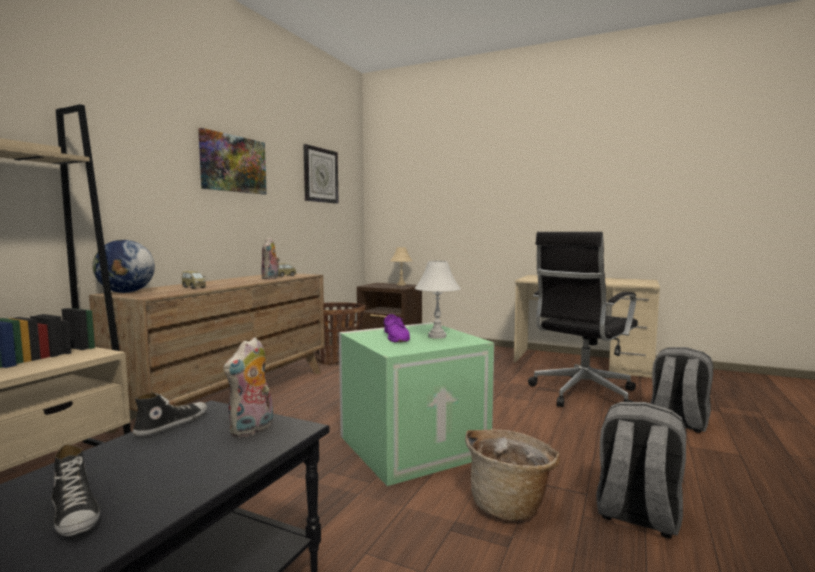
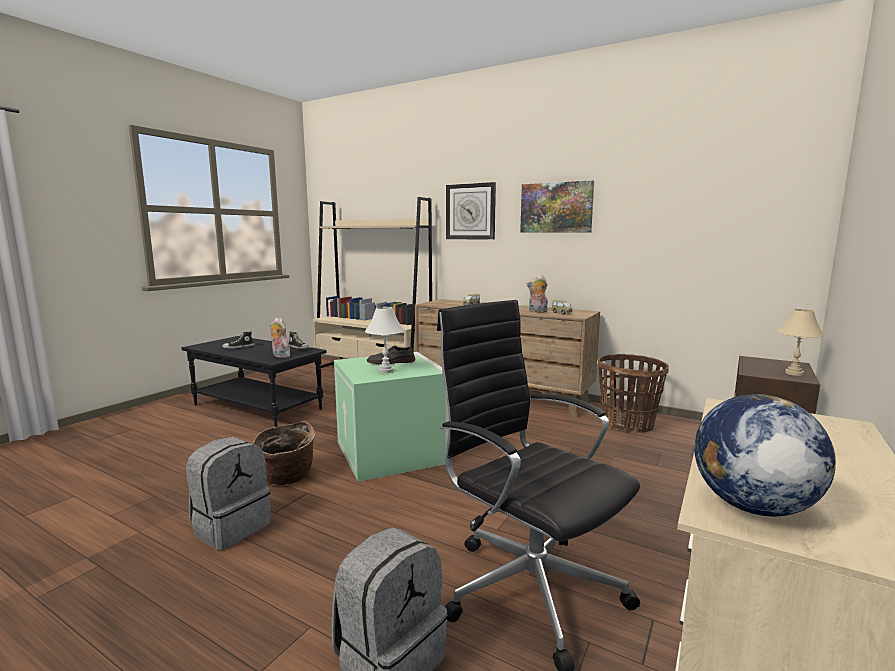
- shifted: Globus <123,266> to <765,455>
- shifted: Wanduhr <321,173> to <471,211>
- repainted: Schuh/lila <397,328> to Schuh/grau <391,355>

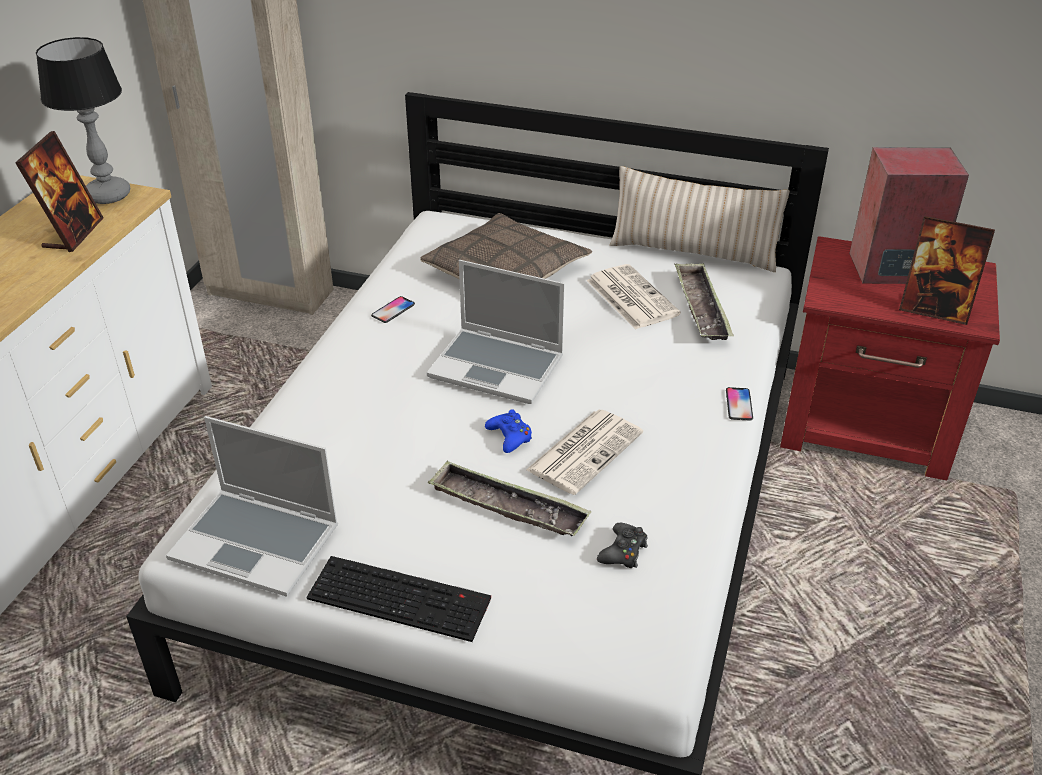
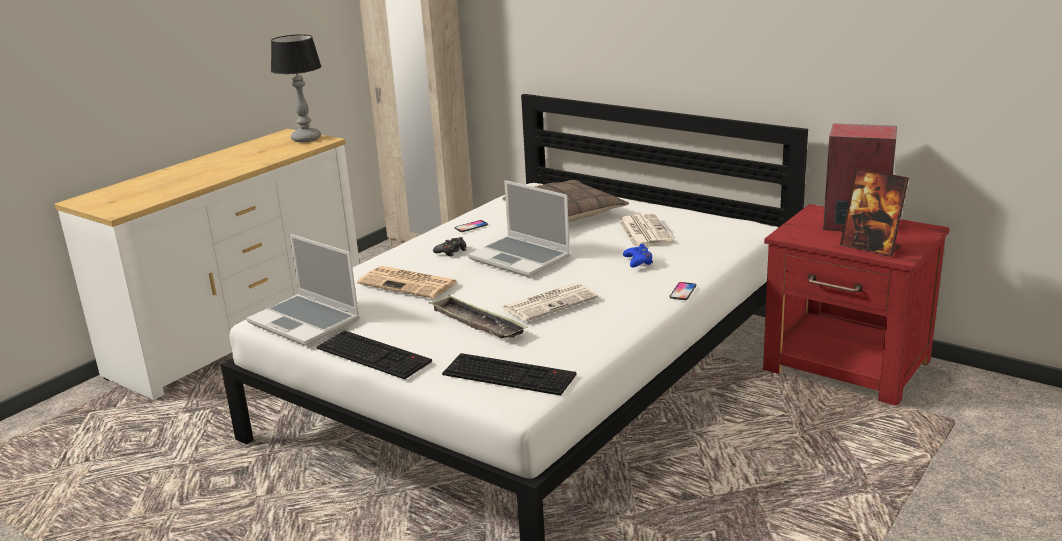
- gone: Bilderrahmen <59,191>
- shifted: Gamepad/blau <508,431> to <638,255>
- shifted: Gamepad/schwarz <622,545> to <449,247>
- gone: Kissen/beige <700,219>
- gone: Tablett <704,301>
- new: Zeitung <407,282>
- new: Tastatur <509,374>

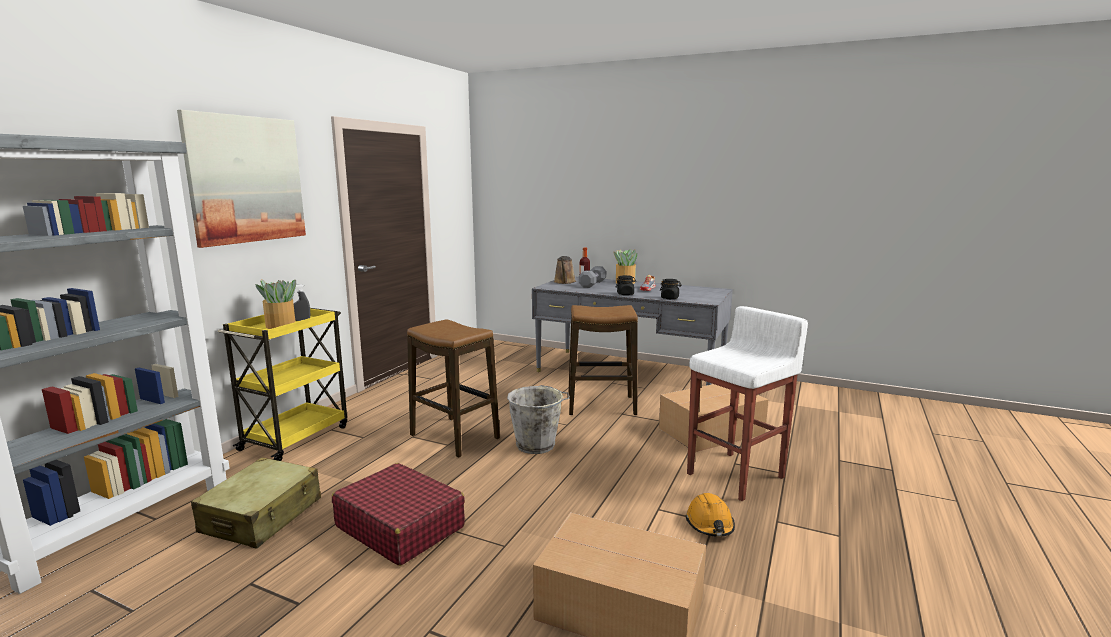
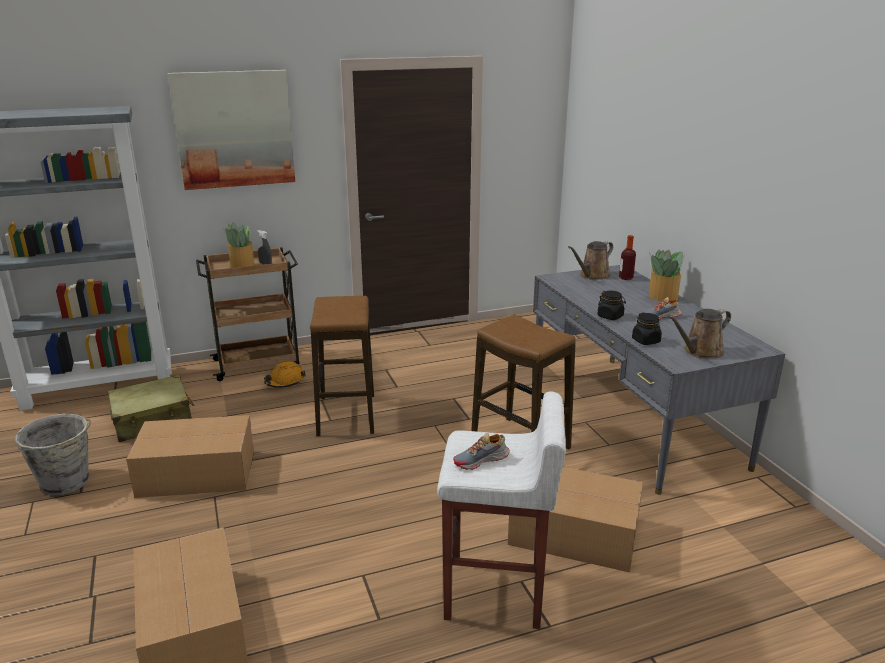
- repainted: Rollwagen/gelb <282,384> to Rollwagen/braun <248,314>
- swapped: Koffer/rot <398,514> to Karton <190,456>
- shifted: Eimer/grau <538,419> to <53,455>
- gone: Hantel/grau <592,277>
- shifted: Schutzhelm/orange <710,515> to <285,375>
- new: Schuh <481,451>
- new: Gießkanne/braun <699,333>

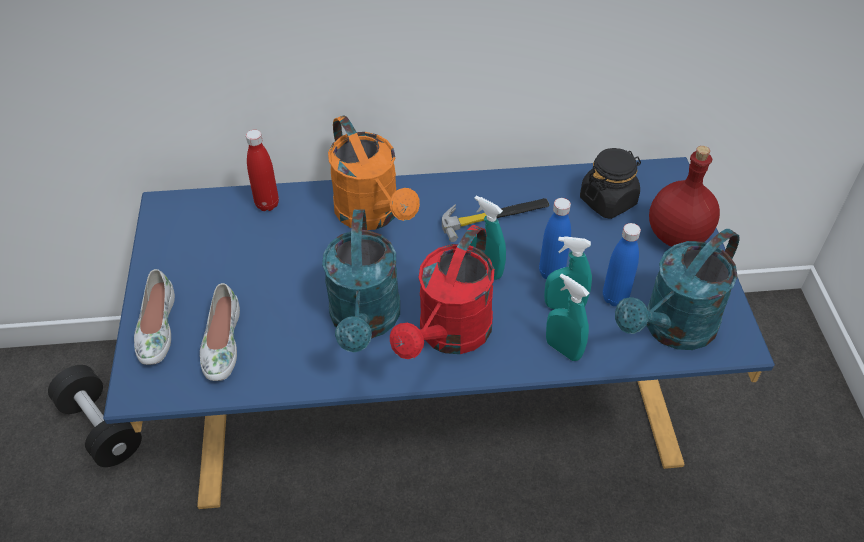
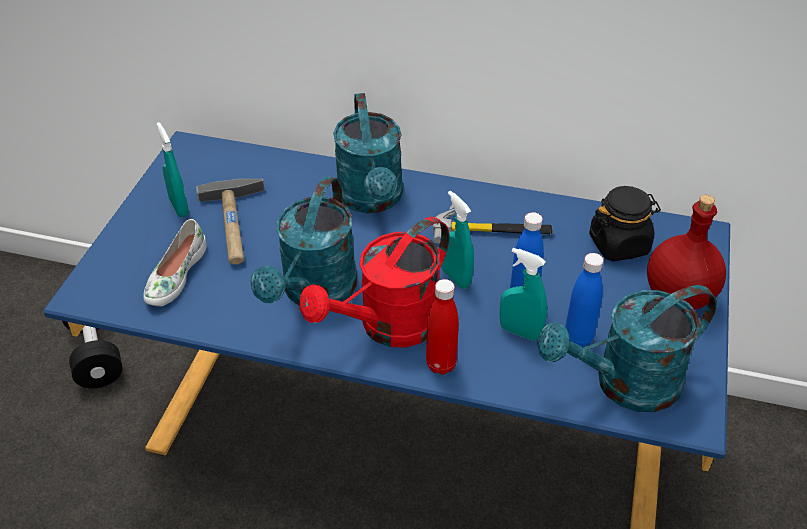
- gone: Schuh/weiß <154,317>
- shifted: Flasche/rot <262,170> to <442,327>
- repainted: Gießkanne/orange <374,173> to Gießkanne/türkis <368,153>
- shifted: Sprühflasche/türkis <567,317> to <173,169>
- new: Hammer <230,222>

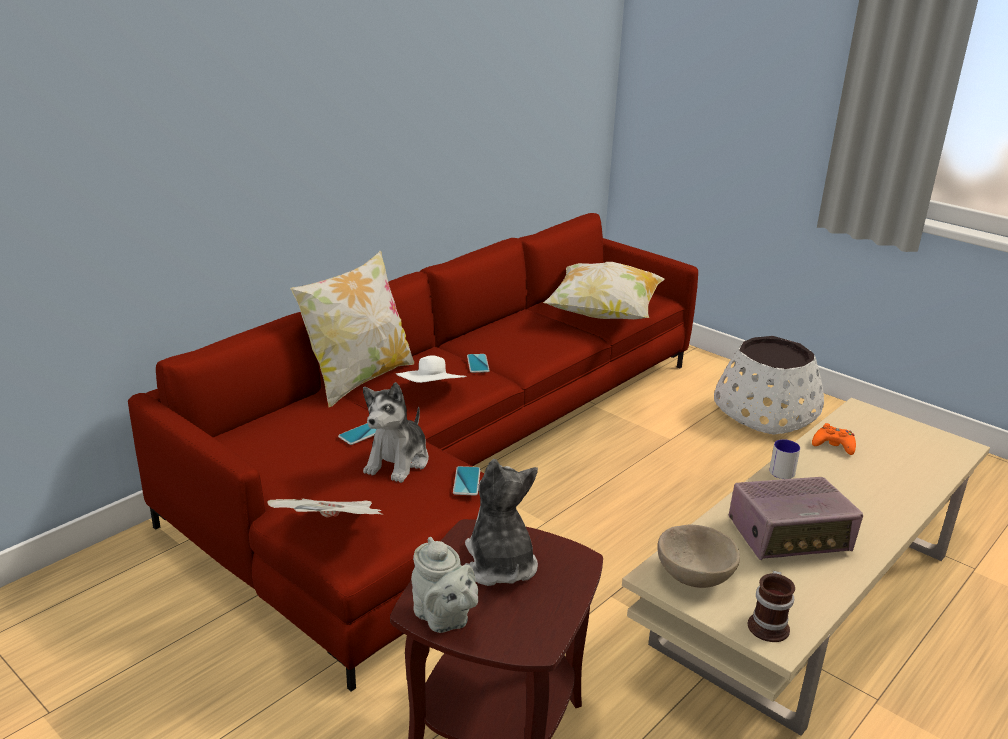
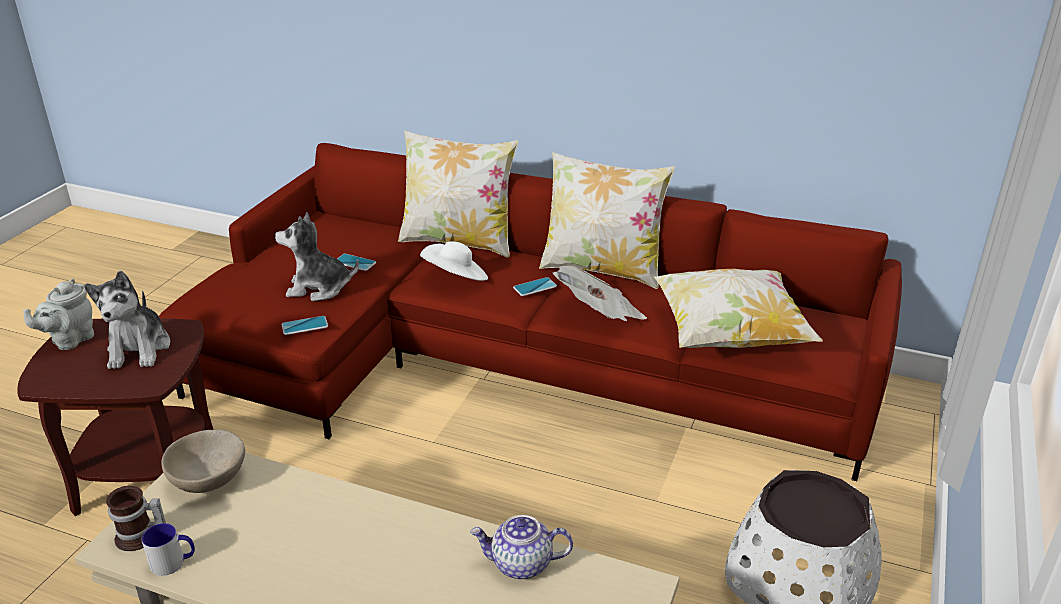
- shifted: Zeitung <324,508> to <600,293>
- rotated: Plüschtier <501,522> = <127,319> 120 degrees clockwise
- gone: Radio <796,518>
- shifted: Henkelbecher <784,459> to <168,549>
- swapped: Gamepad/orange <834,439> to Teekanne <521,547>
- new: Kissen <607,220>

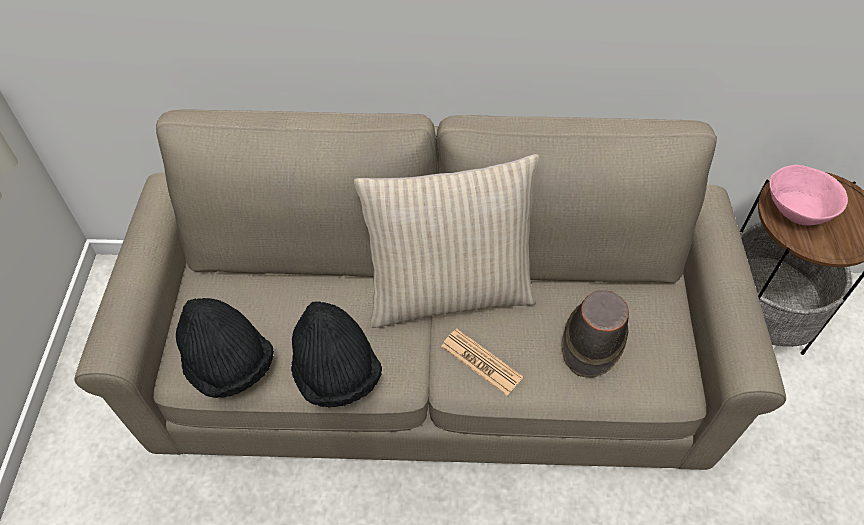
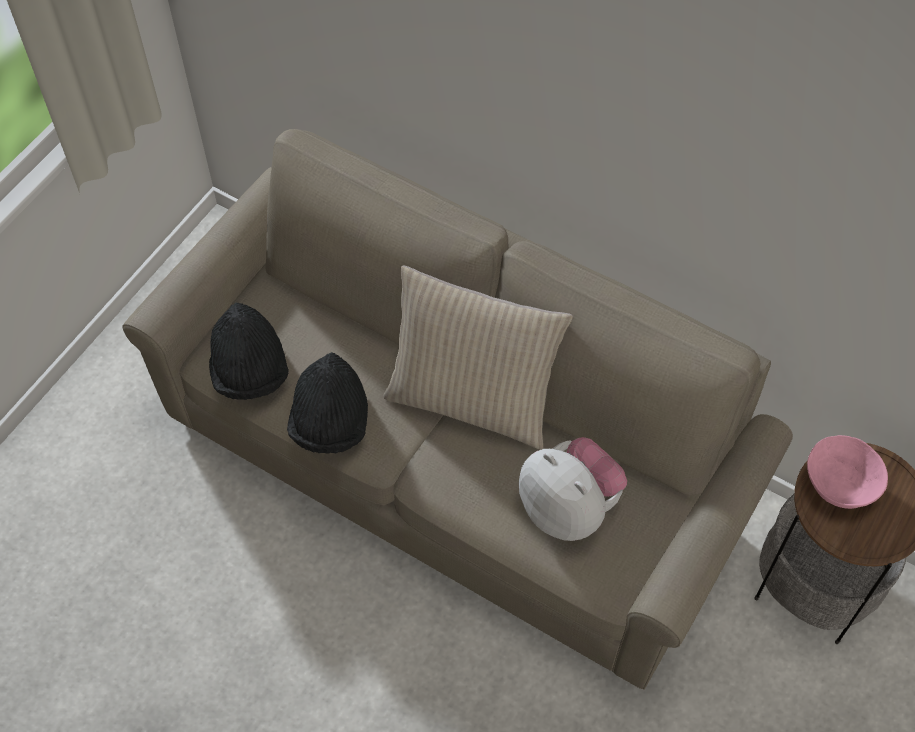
- gone: Zeitung <482,362>
- swapped: Hut/braun <595,334> to Plüschtier <573,489>

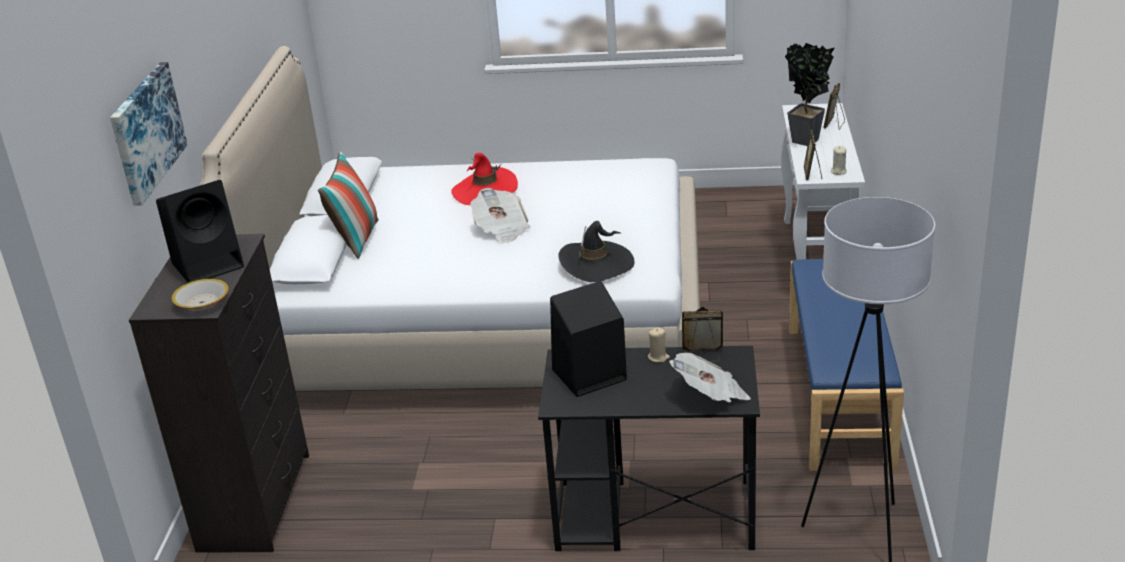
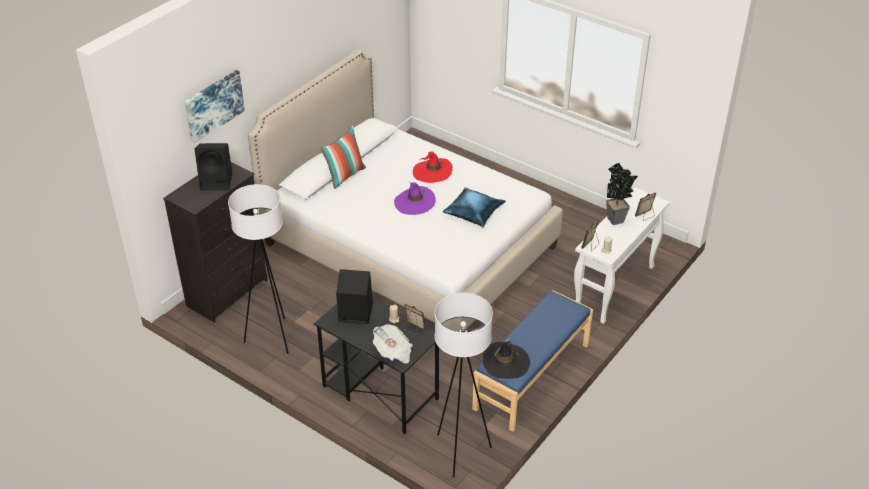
- gone: Schüssel <200,295>
- swapped: Zeitung <500,215> to Hut/lila <415,198>
- shifted: Hut/schwarz <596,251> to <506,358>
- new: Stehlampe/weiß <258,269>
- new: Kissen/blau <474,207>

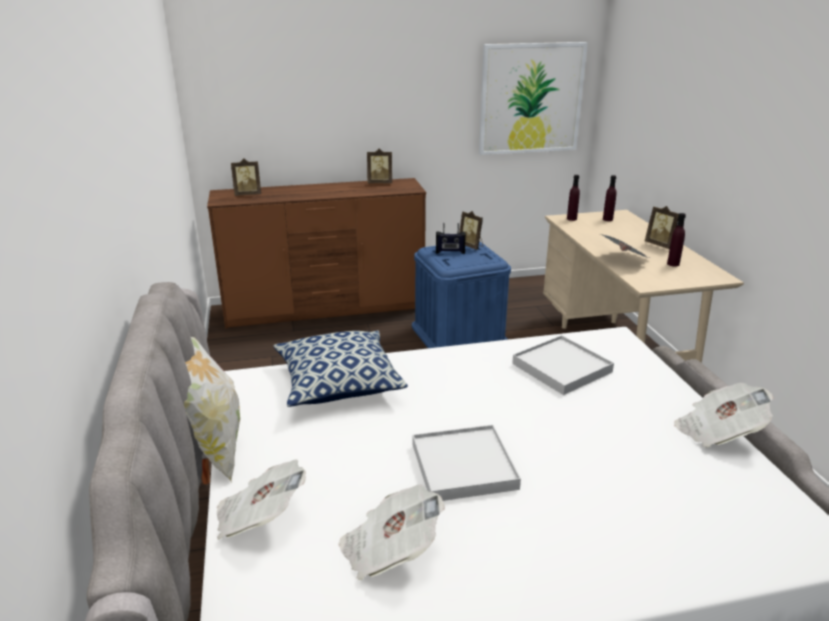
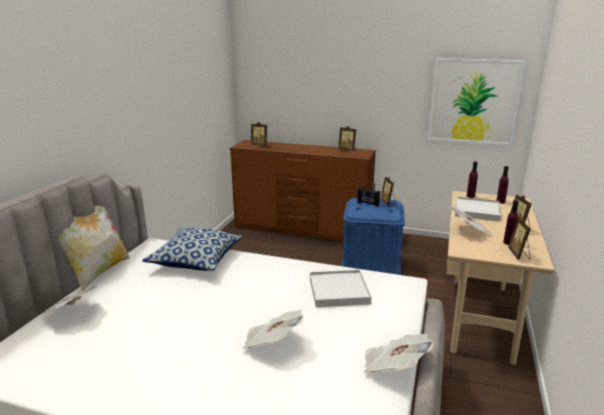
- shifted: Zeitung <391,532> to <273,329>
- shifted: Tablett/weiß <467,463> to <478,209>
- new: Bilderrahmen <519,238>

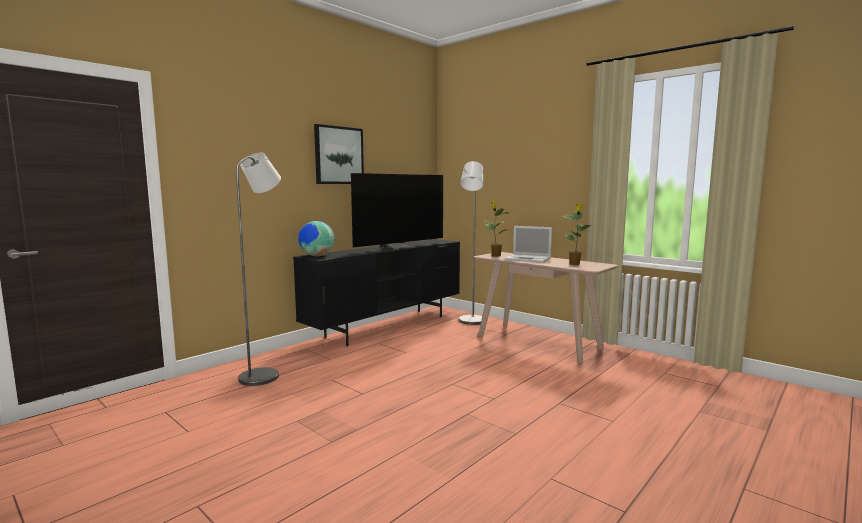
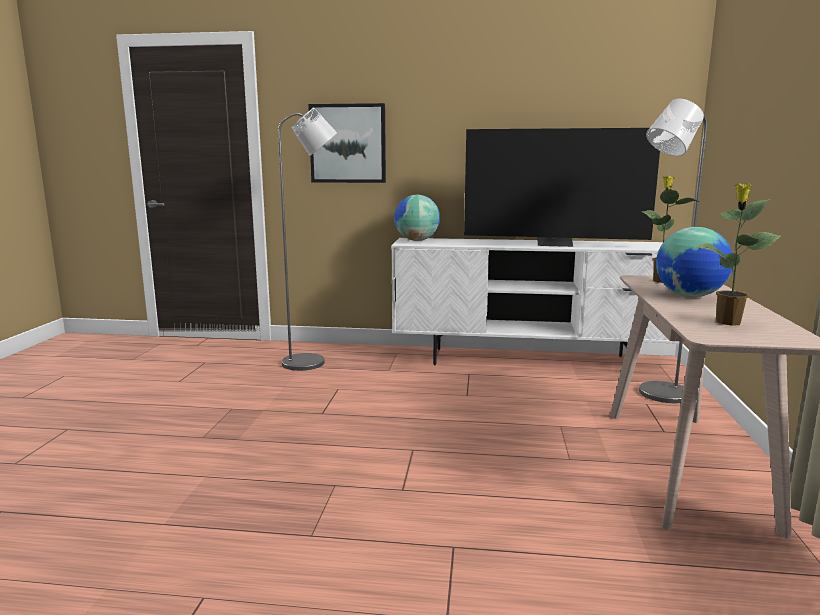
- repainted: Fernsehschrank/schwarz <376,292> to Fernsehschrank/weiß <535,301>
- shifted: Bild <339,154> to <347,143>
- swapped: Laptop <528,244> to Globus <694,262>

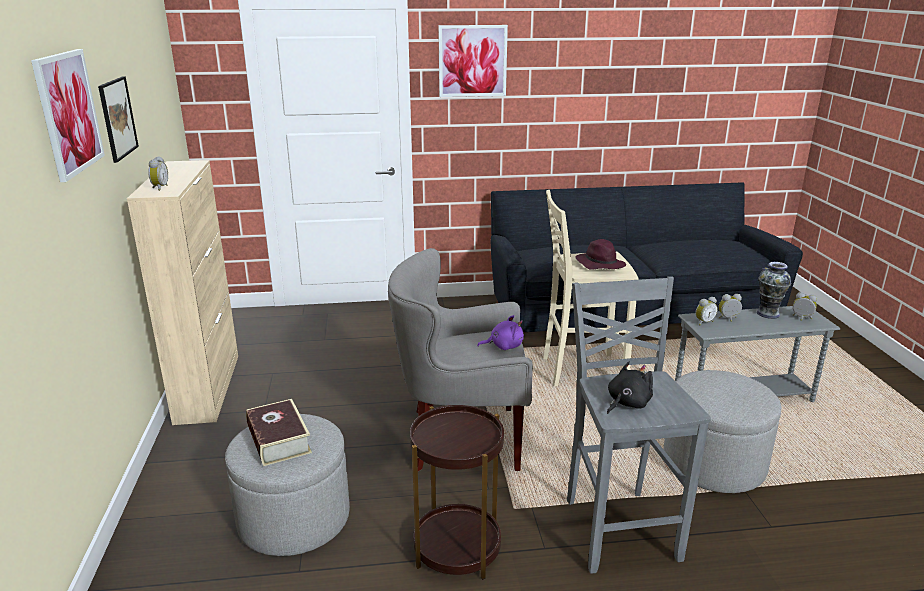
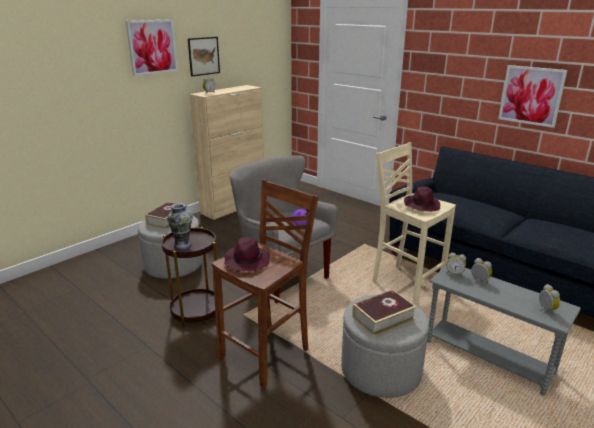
- shifted: Bild <473,61> to <532,96>
- repainted: Hocker/grau <639,425> to Hocker/braun <265,284>
- swapped: Plüschtier/schwarz <630,388> to Hut/lila <247,254>
- shifted: Vase <774,290> to <180,226>
- new: Buch <384,313>

